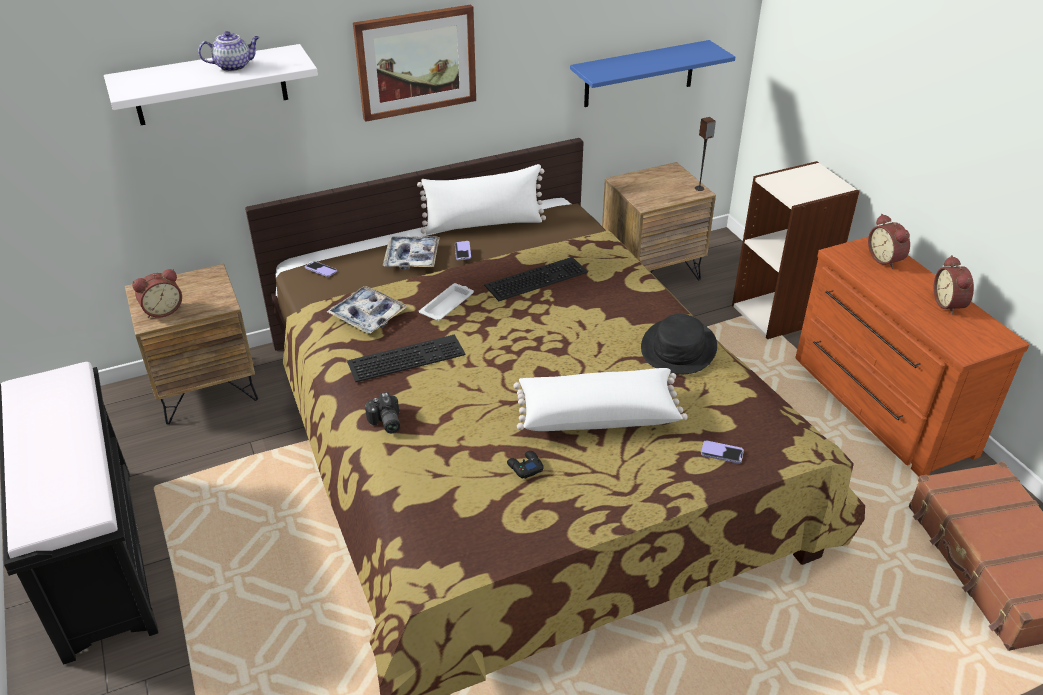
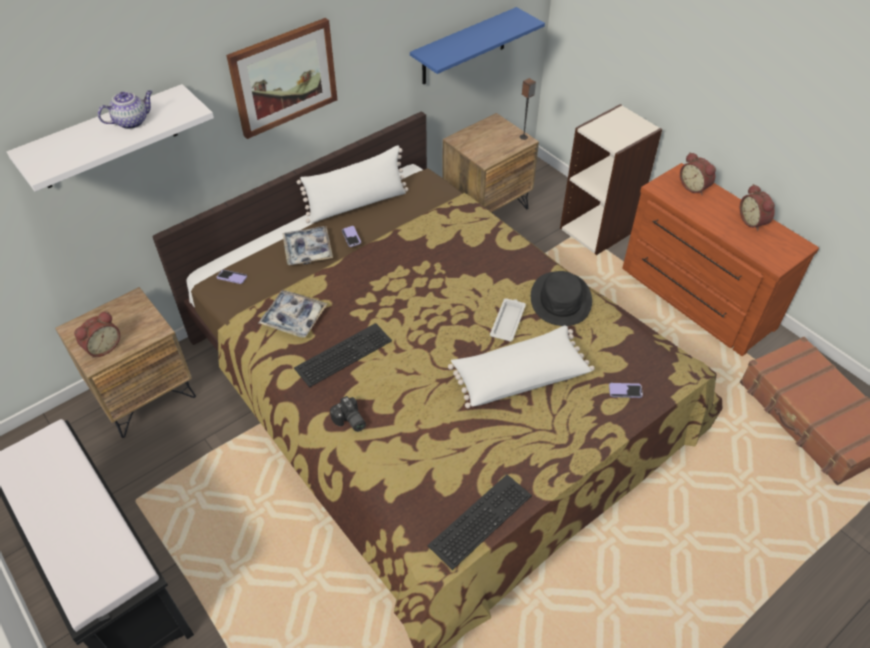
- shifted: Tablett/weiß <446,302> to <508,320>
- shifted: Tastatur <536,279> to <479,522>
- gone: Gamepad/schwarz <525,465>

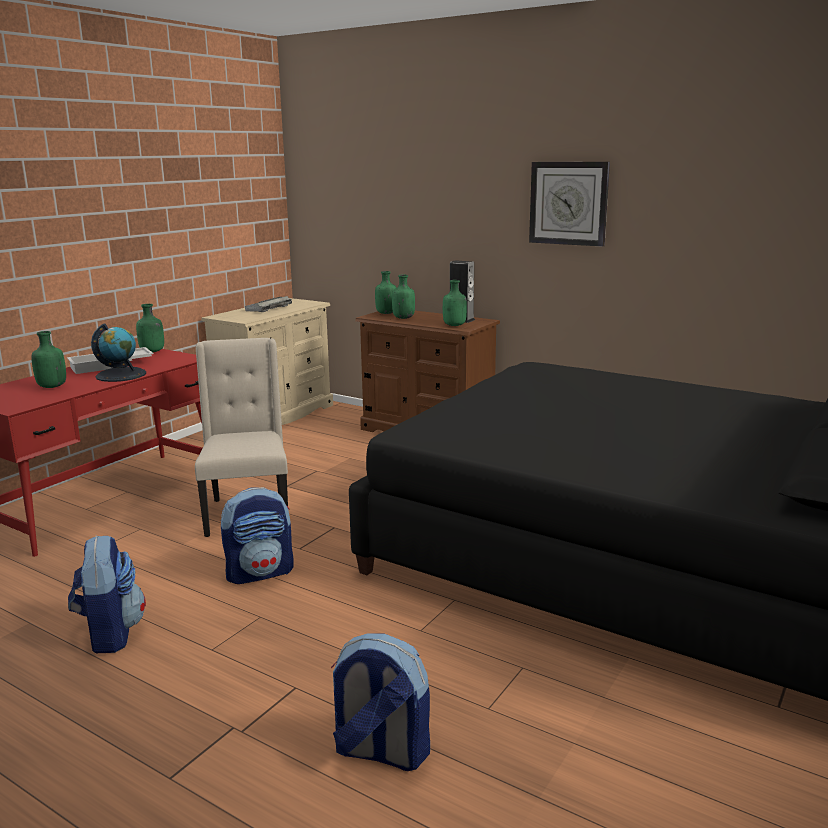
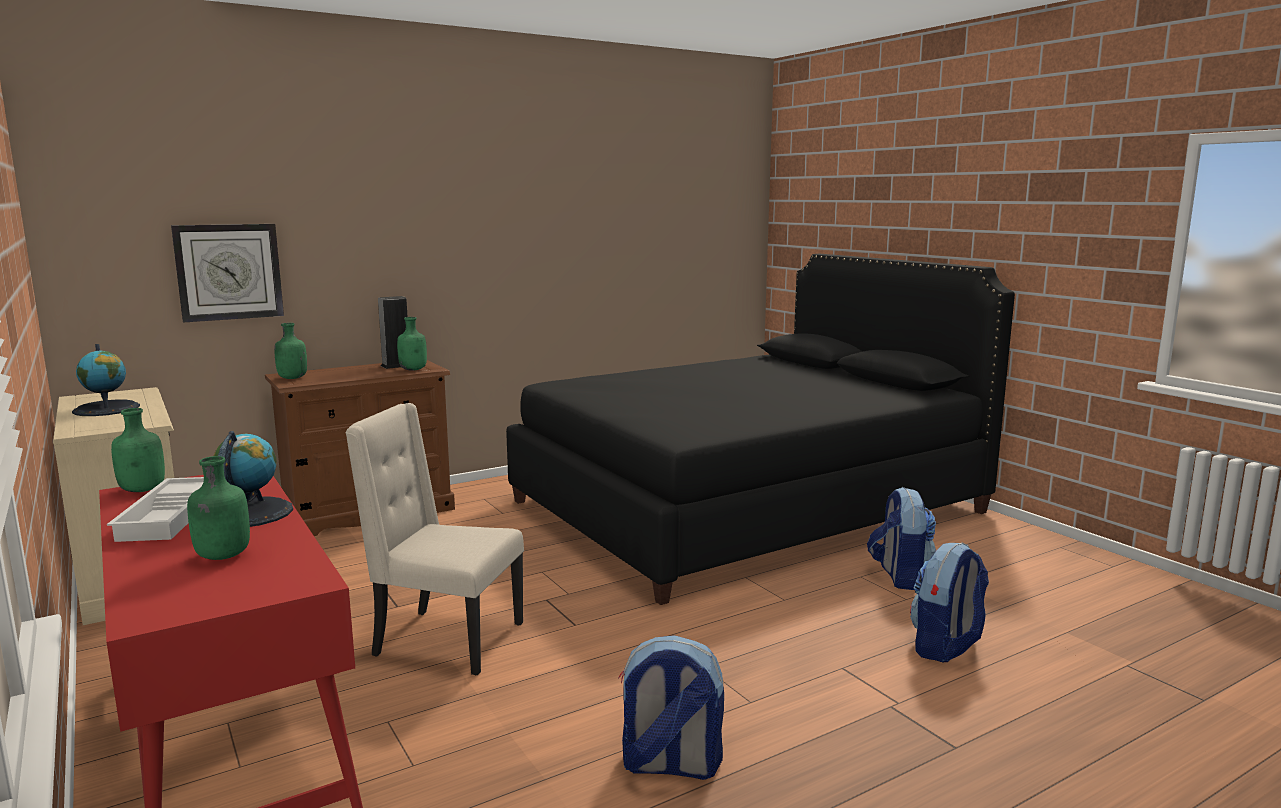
- shifted: Rucksack <257,535> to <901,538>
- swapped: Tastatur <268,304> to Globus <106,380>
- gone: Flasche/grün <403,297>
- shifted: Wanduhr <569,204> to <227,273>

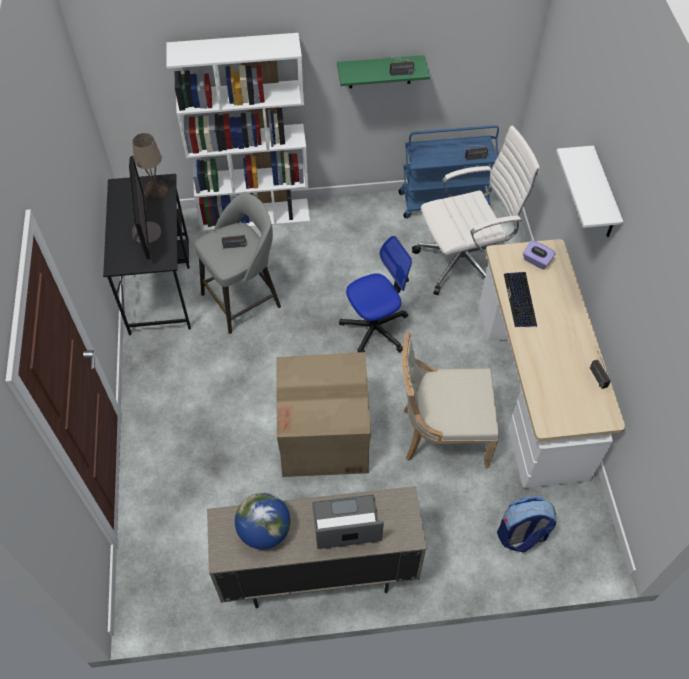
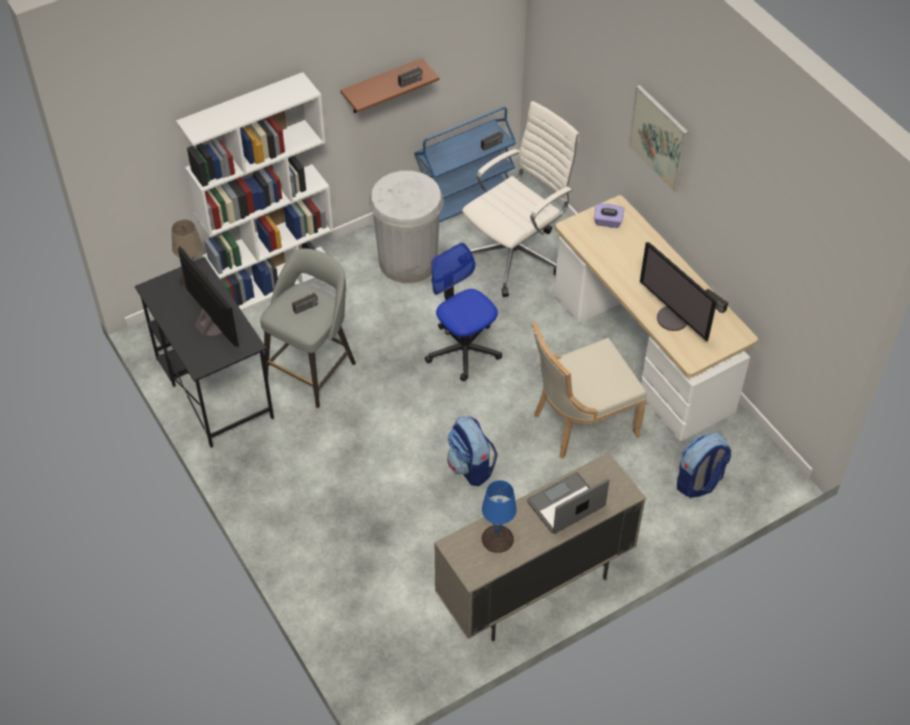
- swapped: Globus <262,521> to Tischlampe/blau <499,516>
- swapped: Karton <323,414> to Rucksack <472,451>
- repainted: Wandregal/grün <383,71> to Wandregal/braun <390,85>
- rotated: Bürostuhl <375,294> = <463,312> 75 degrees counterclockwise
- gone: Tastatur <520,299>
- swapped: Wandregal/weiß <589,191> to Bild <658,138>
- new: Mülleimer/weiß <406,227>
- new: Monitor <678,291>

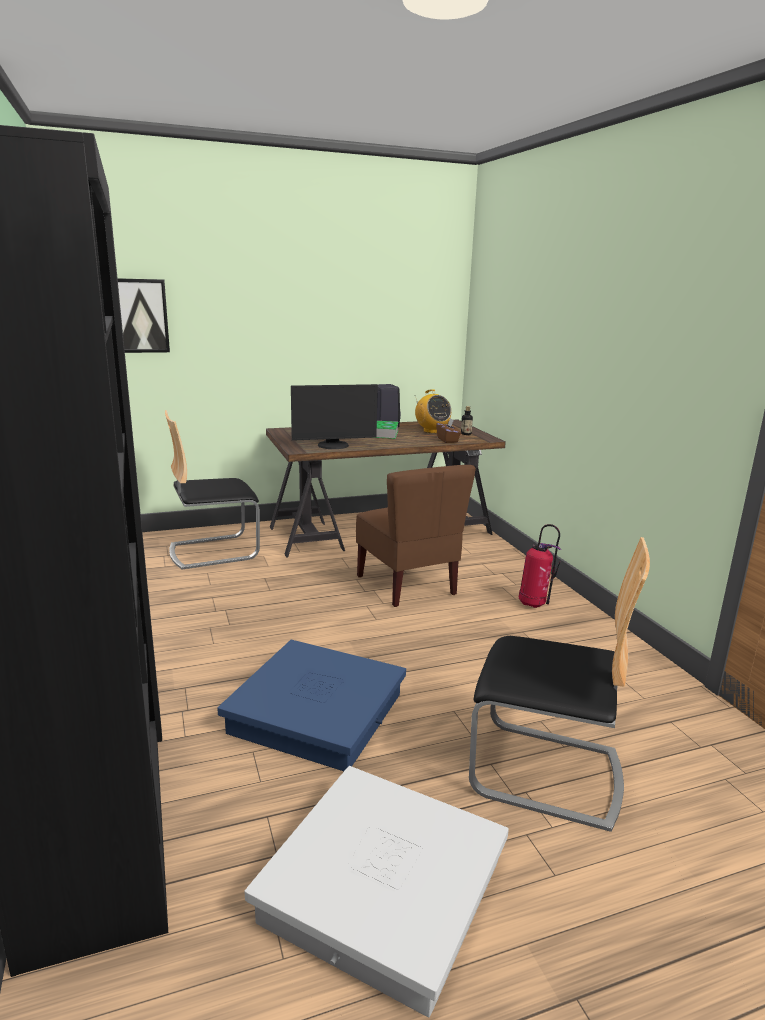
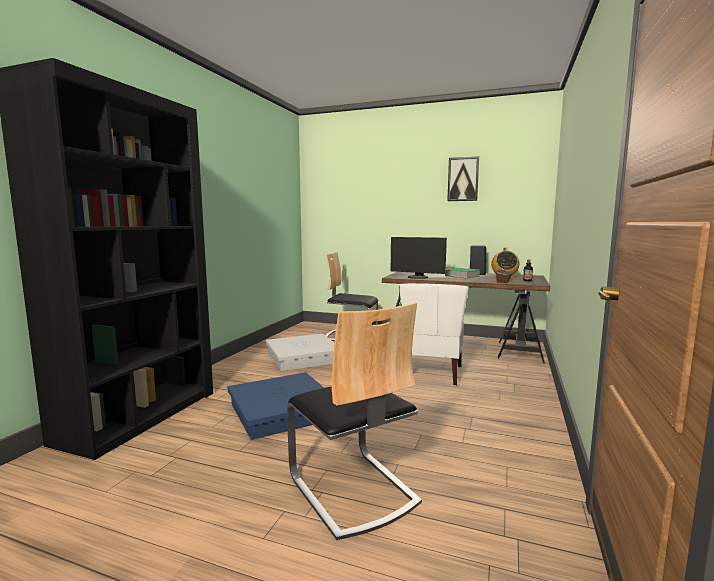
- shifted: Bild <144,315> to <463,178>
- shifted: Aufbewahrungsbox/weiß <377,892> to <300,352>
- repainted: Stuhl/braun <416,536> to Stuhl/weiß <434,334>
- gone: Feuerlöscher <540,566>

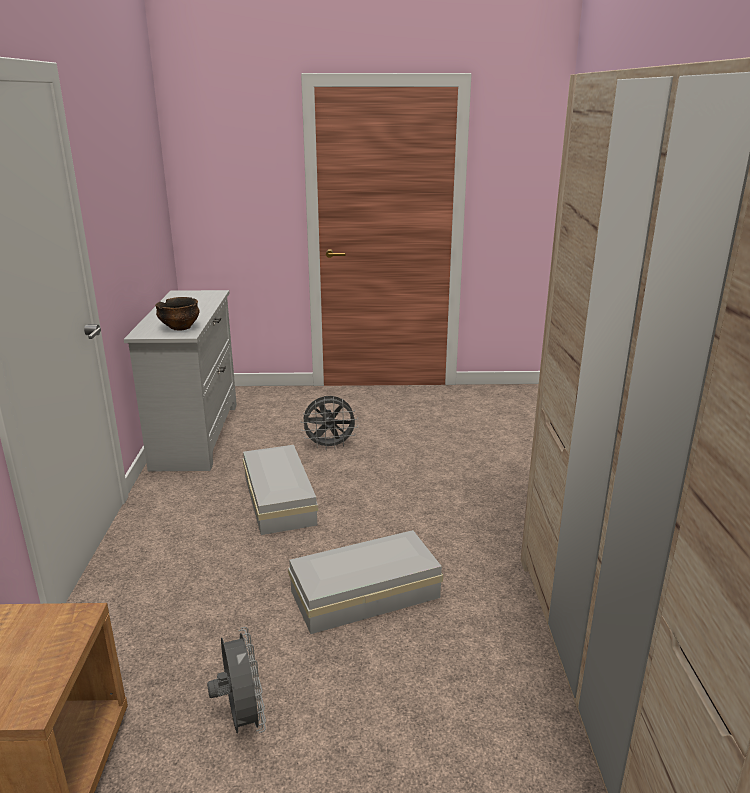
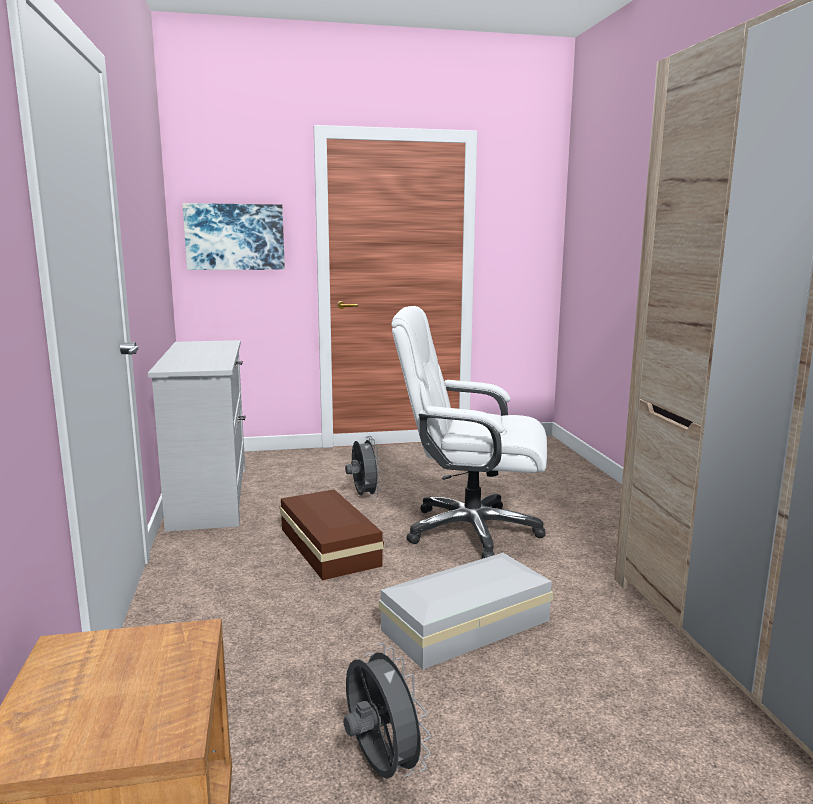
- gone: Schüssel <177,313>
- repainted: Aufbewahrungsbox/weiß <280,490> to Aufbewahrungsbox/braun <332,534>
- rotated: Ventilator/grau <329,423> = <363,467> 90 degrees counterclockwise
- new: Bild <234,236>
- new: Bürostuhl/weiß <469,432>

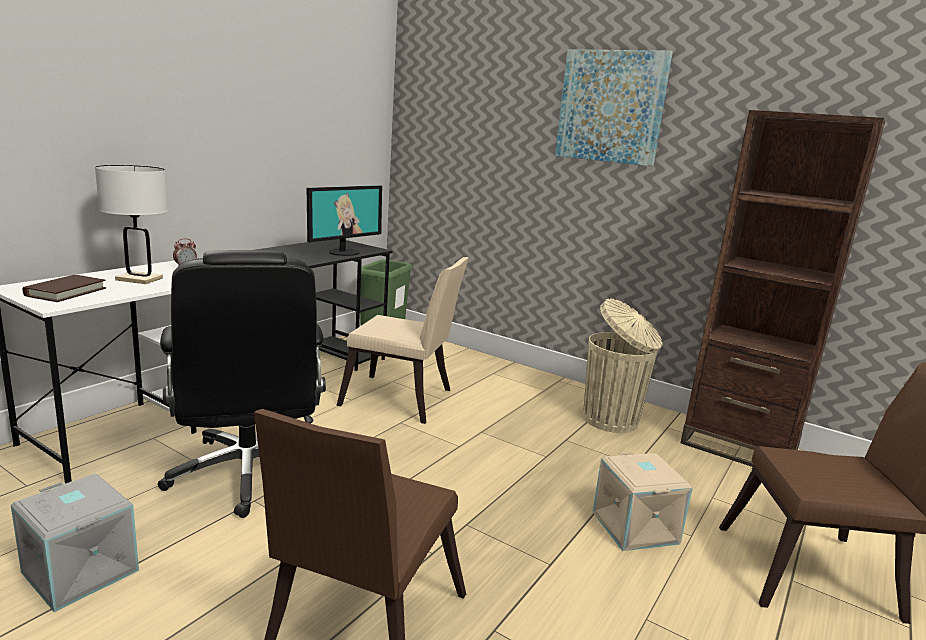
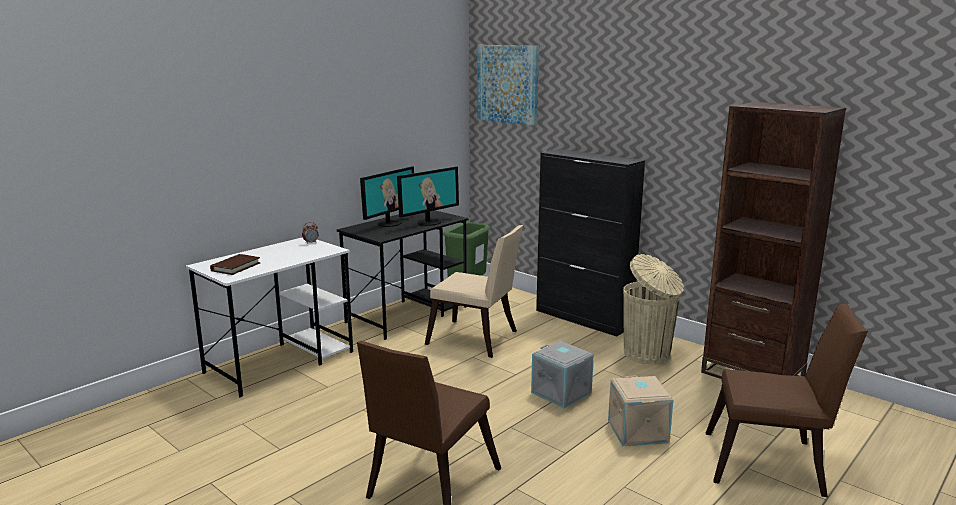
- shifted: Aufbewahrungsbox/grau <75,543> to <562,375>
- gone: Tischlampe/weiß <131,224>
- gone: Bürostuhl/schwarz <242,384>
- shifted: Bild <614,107> to <508,85>
- new: Monitor <387,196>
- new: Schrank/schwarz <590,243>

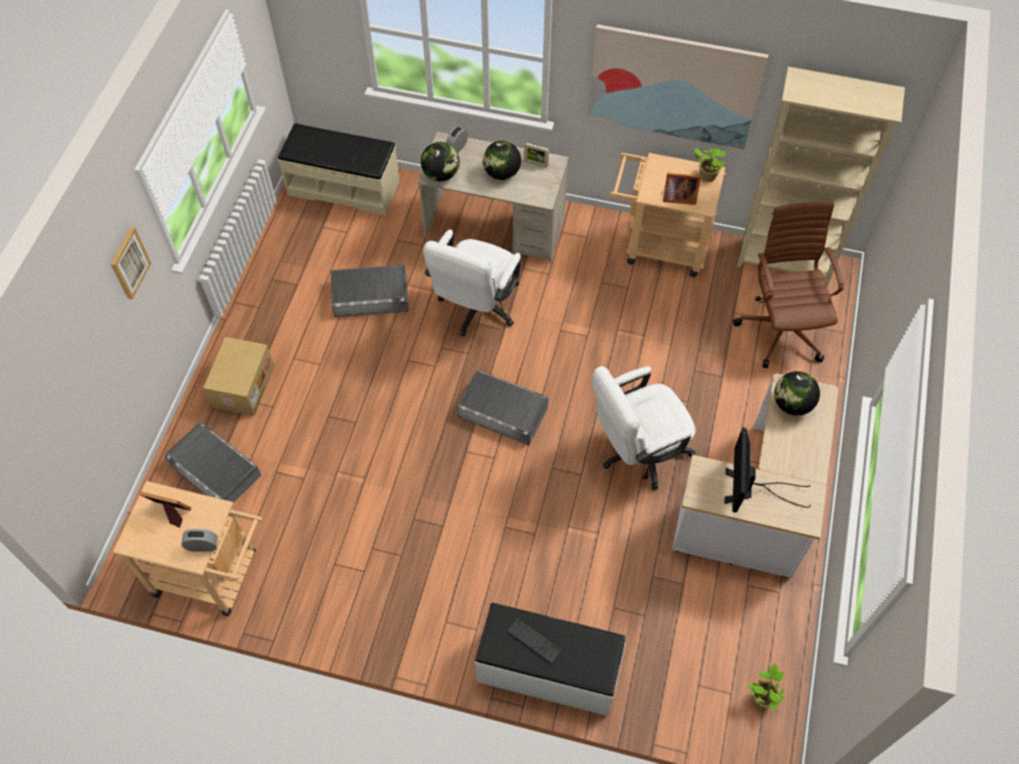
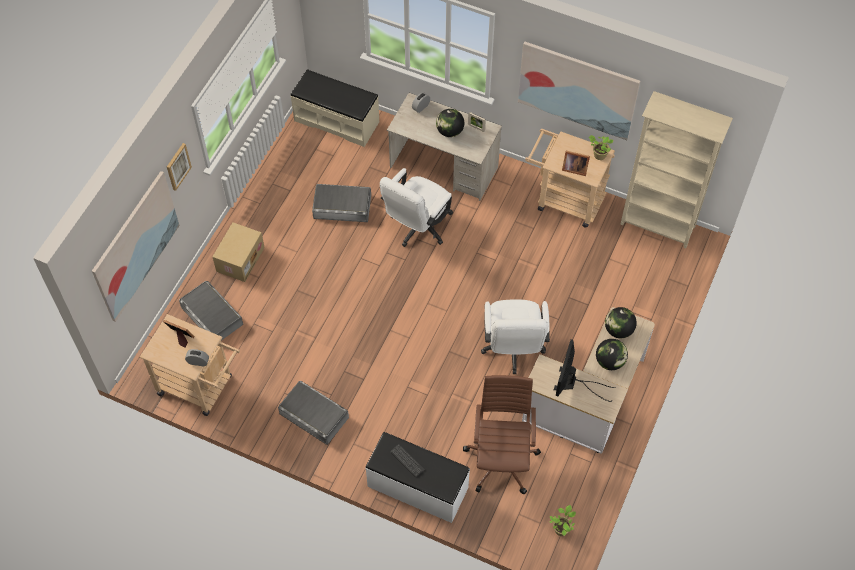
- shifted: Globus <440,161> to <612,354>
- shifted: Aufbewahrungsbox/grau <503,407> to <313,413>
- rotated: Bürostuhl/weiß <644,428> = <515,336> 75 degrees counterclockwise
- shifted: Bürostuhl/braun <788,285> to <502,435>
- new: Bild <136,246>

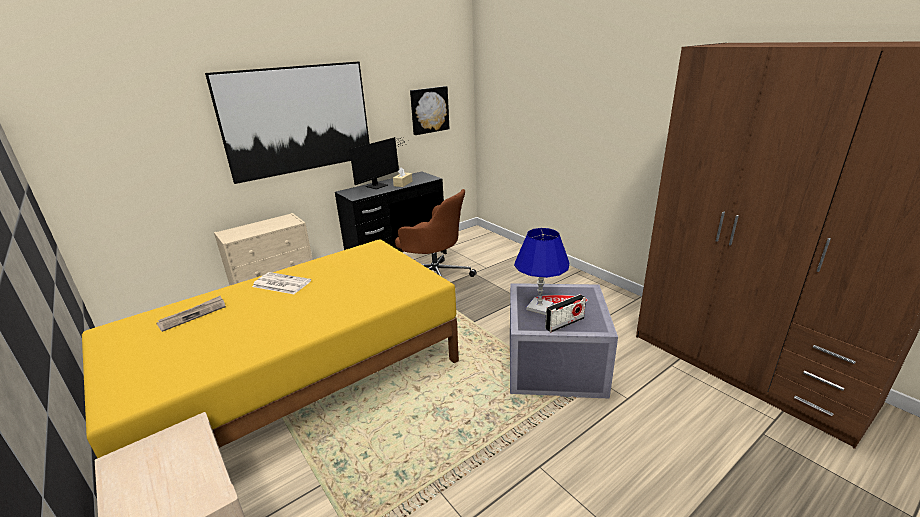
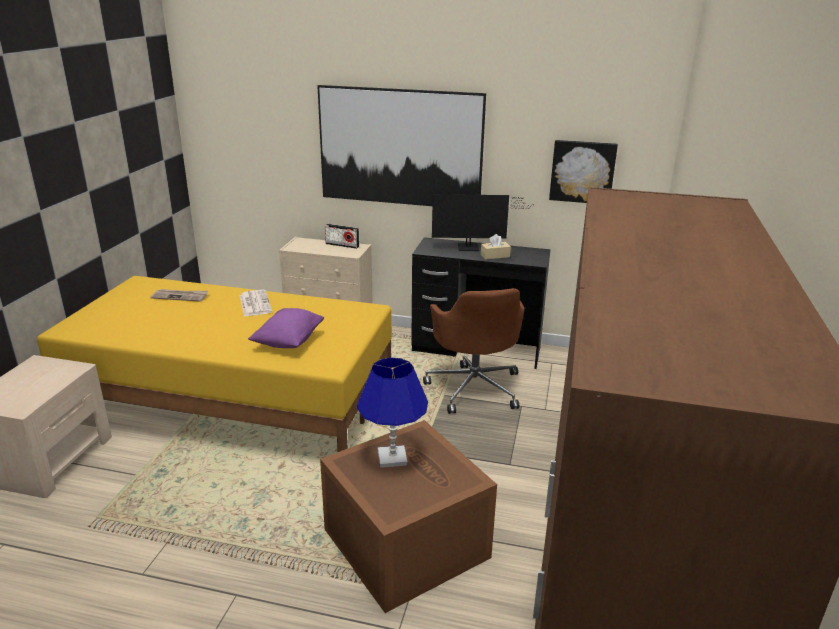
- repainted: Aufbewahrungsbox/grau <564,341> to Aufbewahrungsbox/braun <408,516>
- shifted: Radio <565,313> to <342,236>
- new: Kissen/lila <286,328>

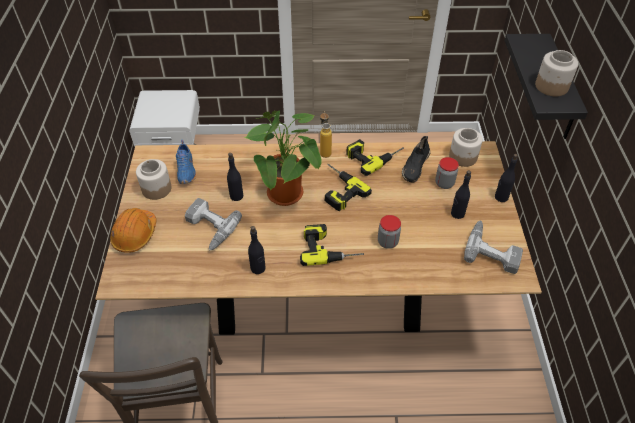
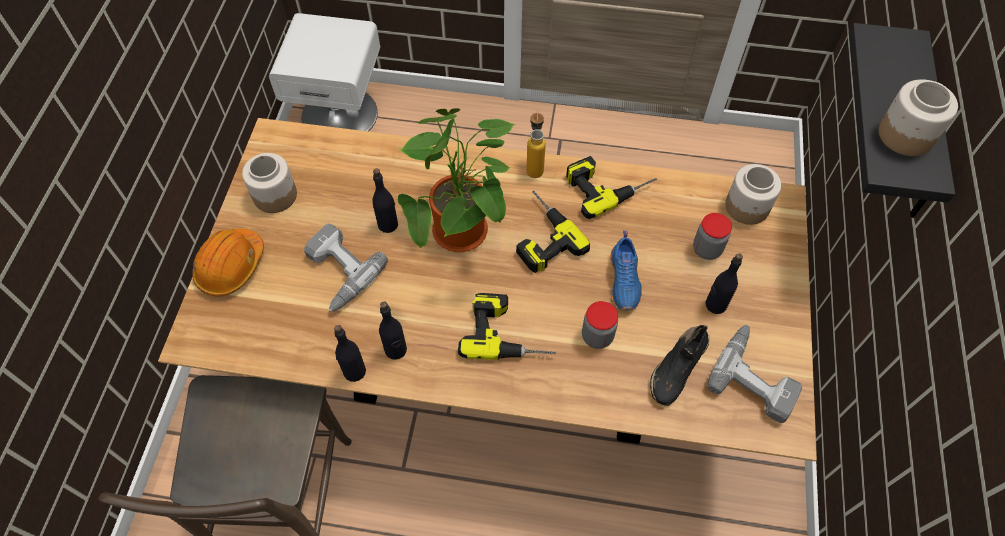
- shifted: Schuh/blau <186,162> to <626,271>
- shifted: Schuh/schwarz <416,159> to <679,365>
- shifted: Flasche/schwarz <506,178> to <350,353>

